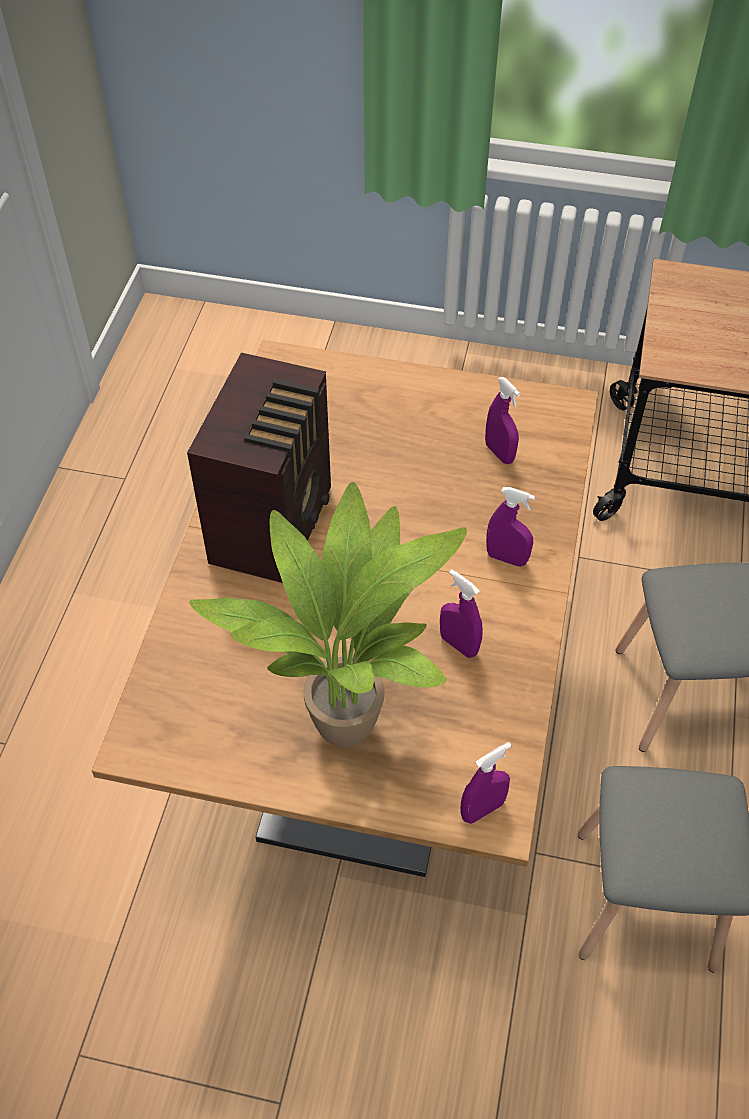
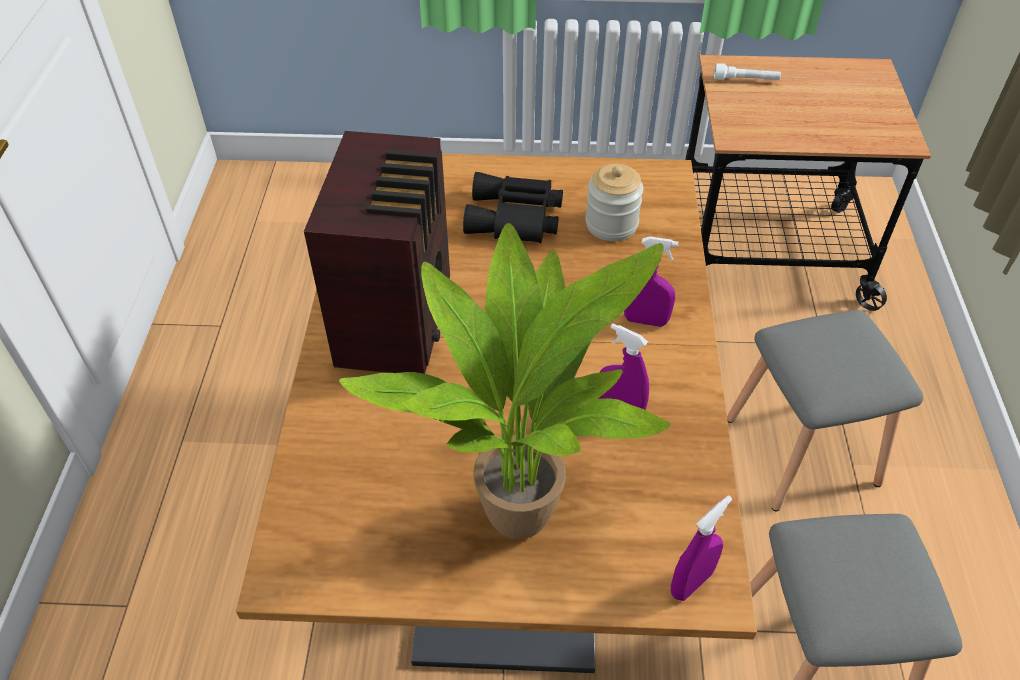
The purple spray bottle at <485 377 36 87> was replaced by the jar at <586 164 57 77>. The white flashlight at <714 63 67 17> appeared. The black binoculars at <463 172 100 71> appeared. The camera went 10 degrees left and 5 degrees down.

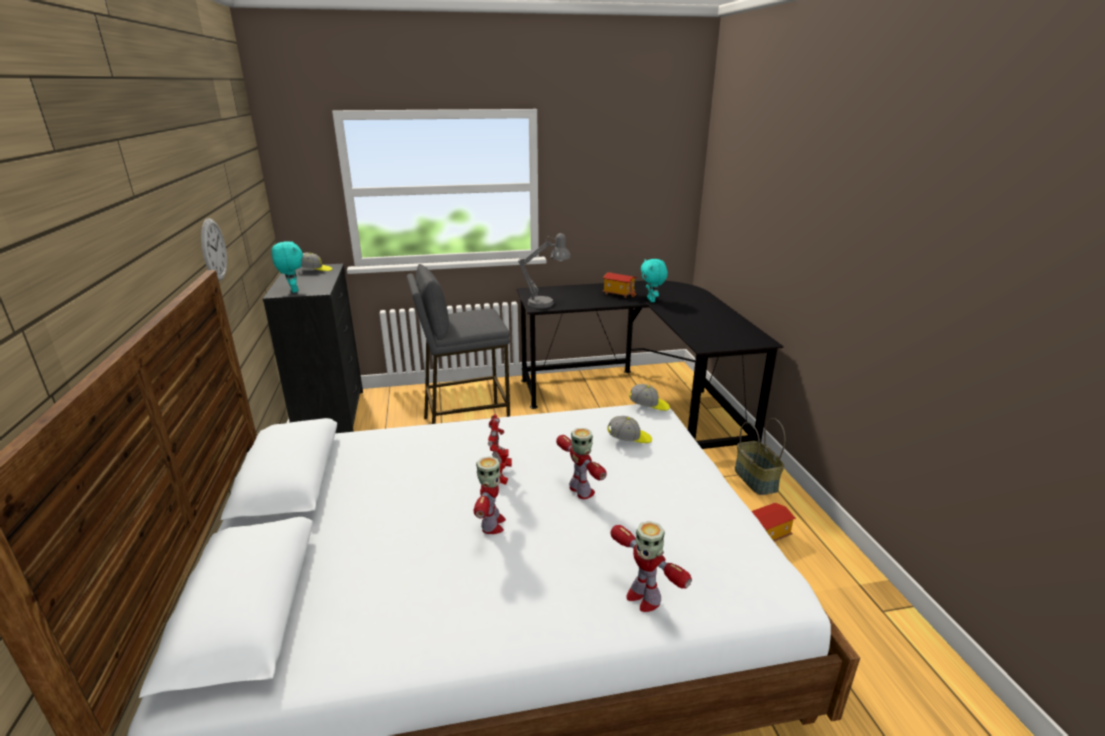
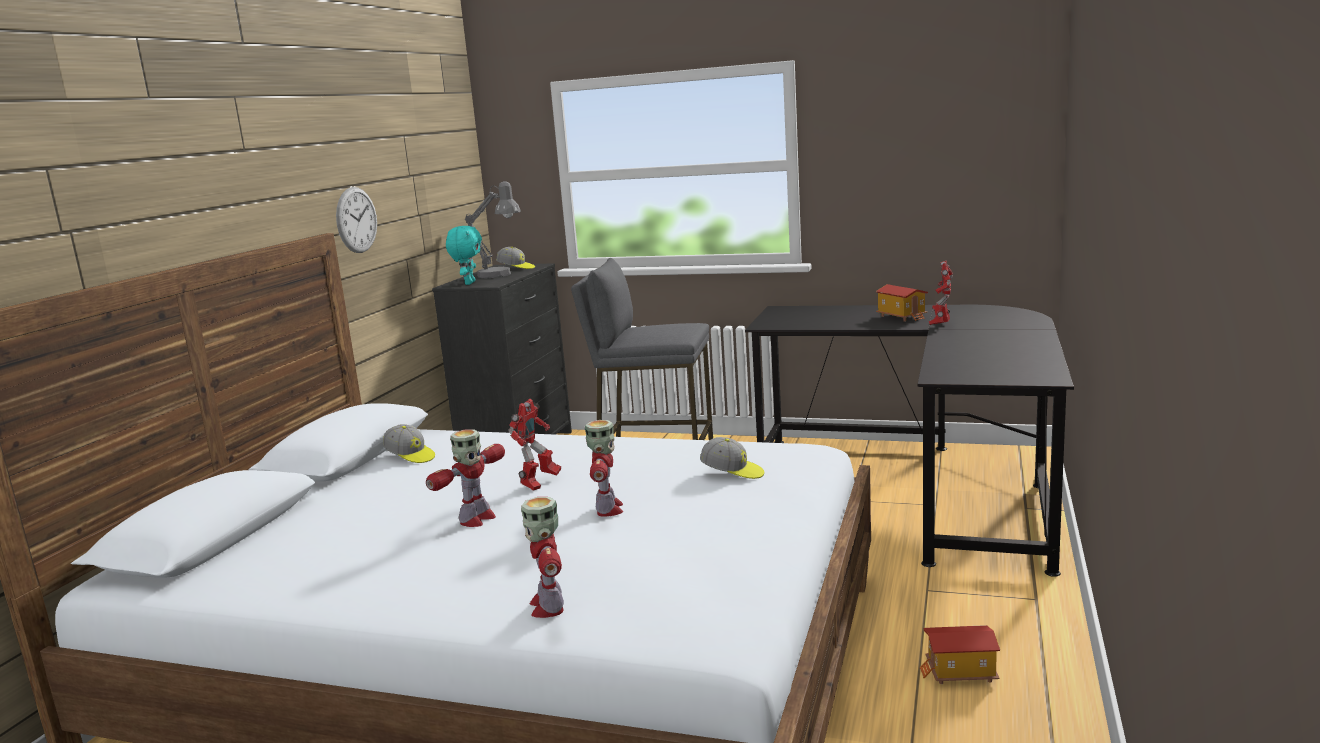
The grey table lamp moved from <518 233 53 76> to <465 181 56 97>. The turquoise plush toy at <641 259 27 43> was replaced by the toy robot at <929 261 24 64>. The cap moved from <629 384 41 27> to <383 424 52 39>. The basket at <735 418 50 77> disappeared. The camera went 30 degrees right and 10 degrees down.

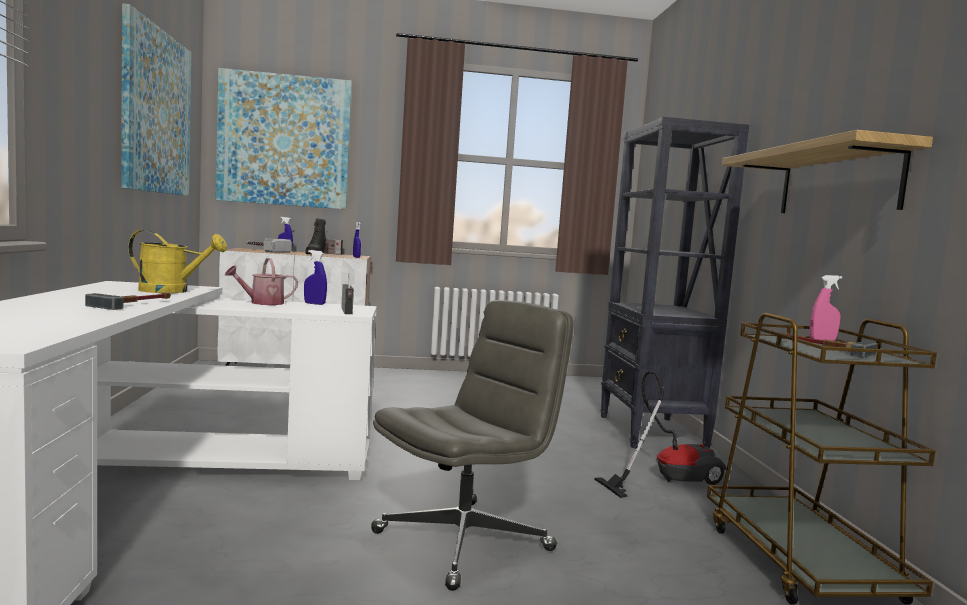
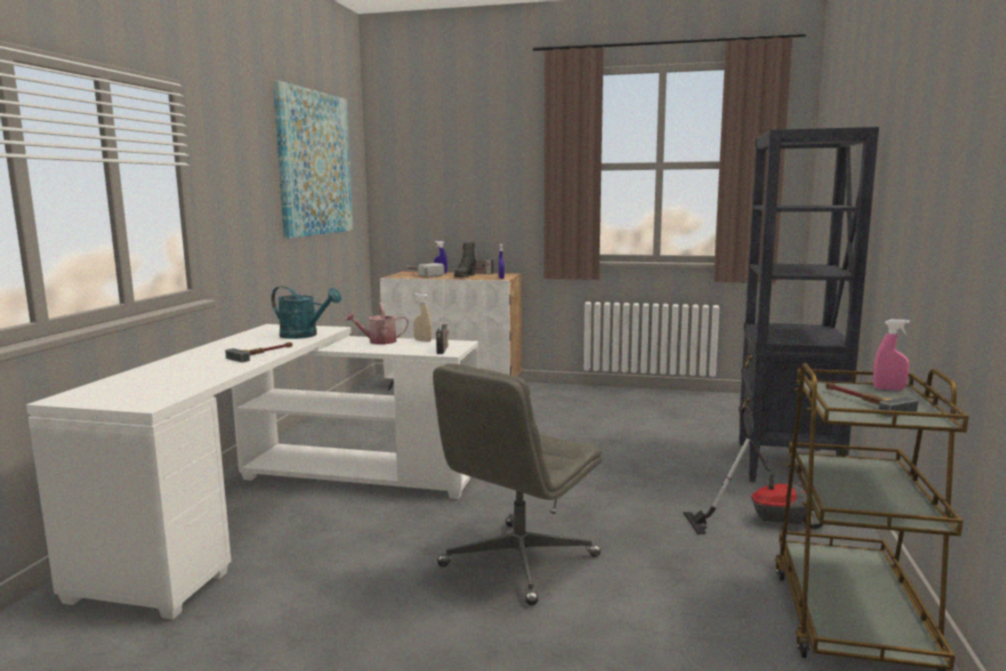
The picture at <215 68 137 141> disappeared. The shelf at <722 130 211 83> disappeared. The yellow watering can at <128 230 99 63> became the turquoise watering can at <271 286 71 53>. The blue spray bottle at <304 250 23 55> became the beige spray bottle at <414 293 18 49>. The grey office chair at <371 300 203 291> turned 150 degrees clockwise. The camera went 20 degrees right and 5 degrees up.

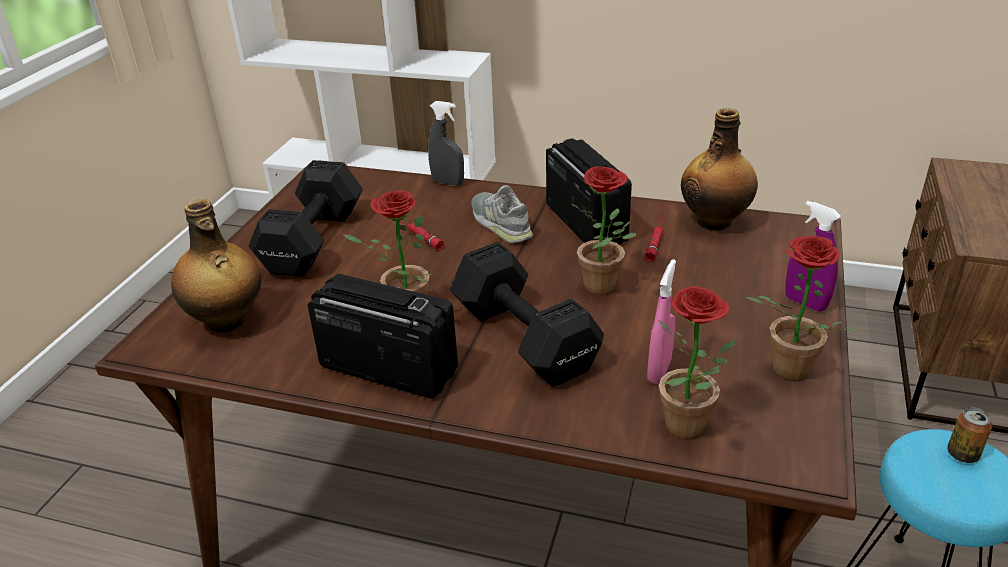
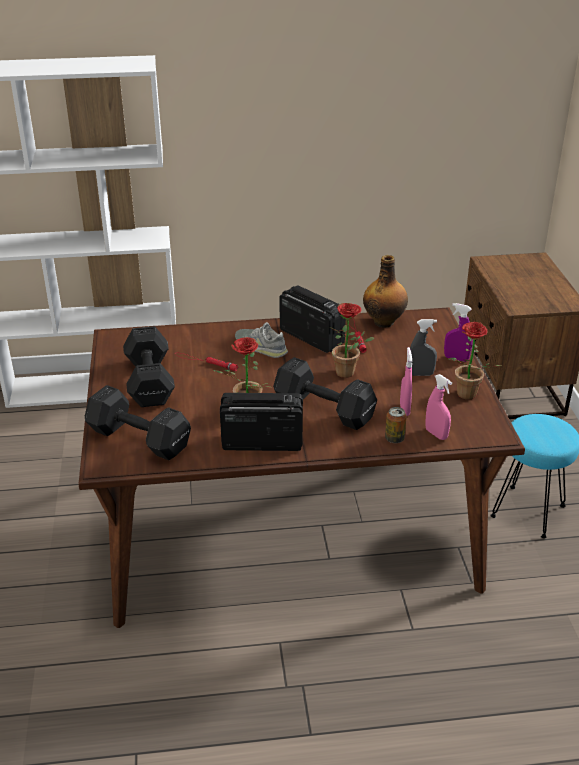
The grey spray bottle moved from <428 101 36 85> to <410 319 27 57>. The bottle at <171 199 90 133> was replaced by the black dumbbell at <85 385 106 75>. The potted plant at <659 286 77 154> was replaced by the pink spray bottle at <425 374 27 66>. The can moved from <947 407 45 56> to <385 407 22 36>. The camera went 25 degrees left and 0 degrees up.

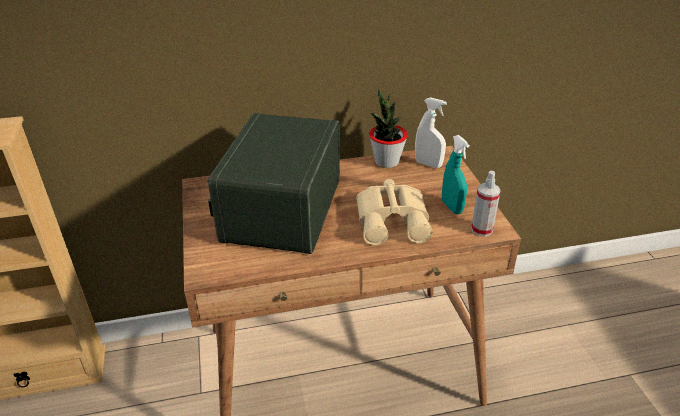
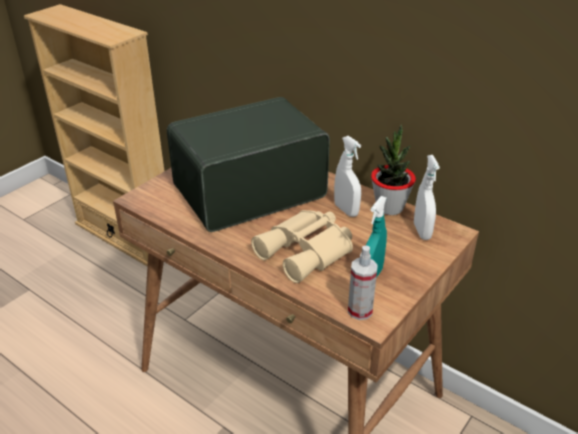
The white spray bottle at <334 136 27 81> appeared. The camera went 50 degrees right and 0 degrees up.

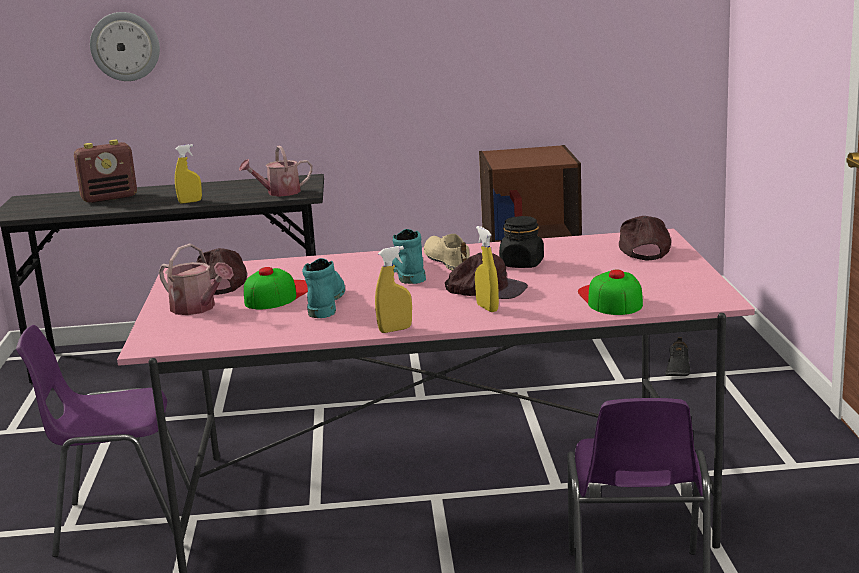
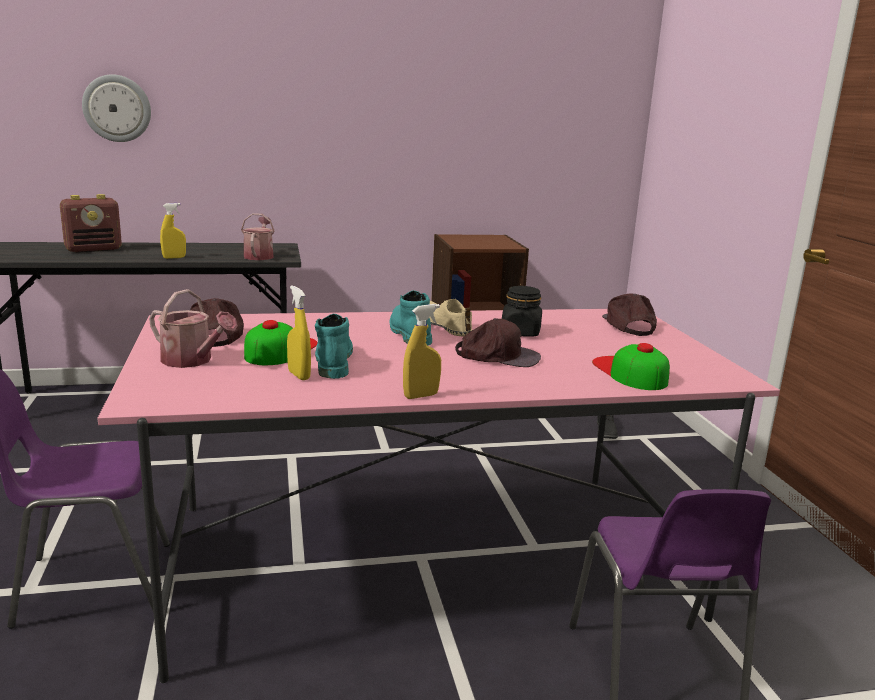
The watering can at <239 145 74 51> turned 120 degrees clockwise. The yellow spray bottle moved from <475 226 24 86> to <287 285 24 95>. The camera went 10 degrees left and 0 degrees up.

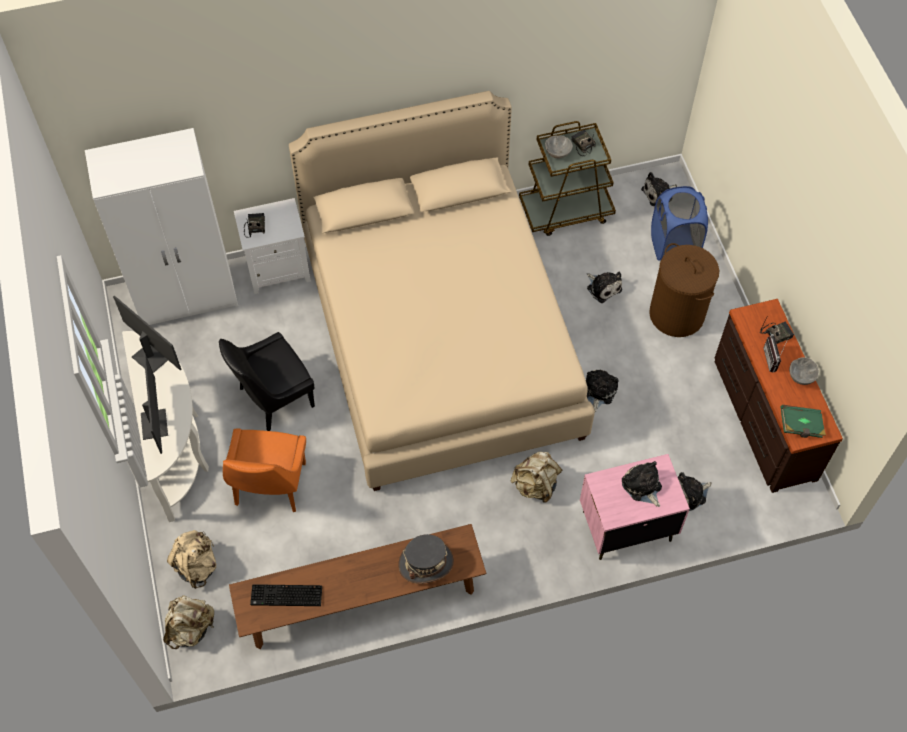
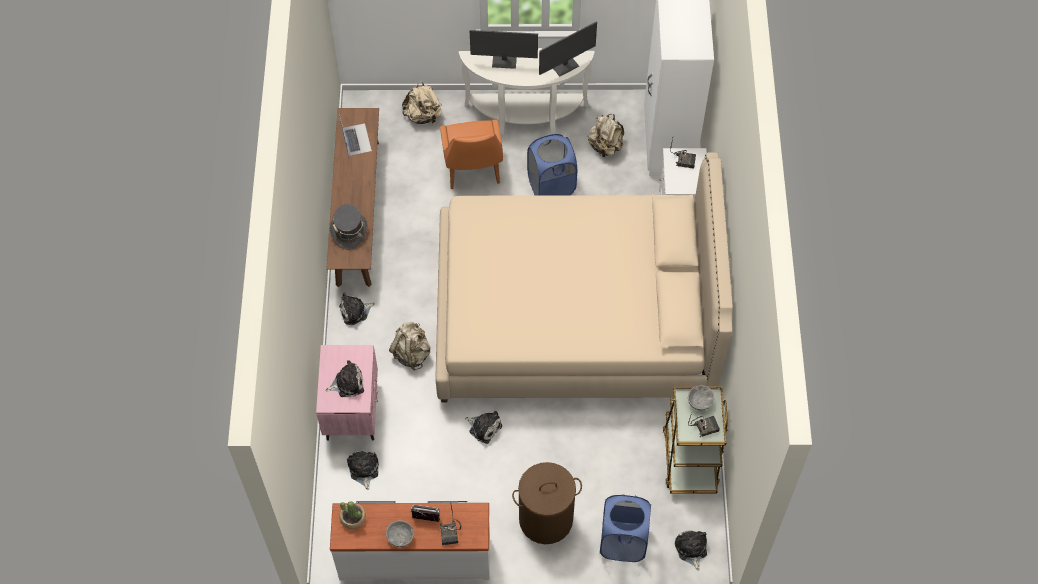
The plush toy moved from <587 272 35 31> to <339 292 36 33>. The brown dresser at <715 299 128 194> became the white dresser at <330 501 160 79>. The black chair at <219 332 96 99> was replaced by the blue laundry basket at <527 134 50 61>. The green book at <780 405 46 33> was replaced by the potted plant at <340 501 26 28>. The orange chair at <223 428 83 84> turned 120 degrees counterclockwise. The keyboard at <250 584 72 22> was replaced by the laptop at <340 118 32 38>. The beige backpack moved from <163 595 52 54> to <588 114 36 43>. The camera went 105 degrees right and 0 degrees up.

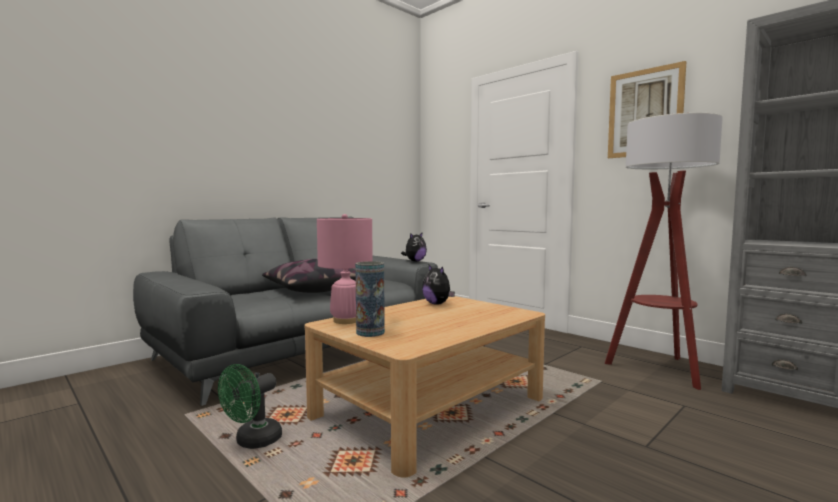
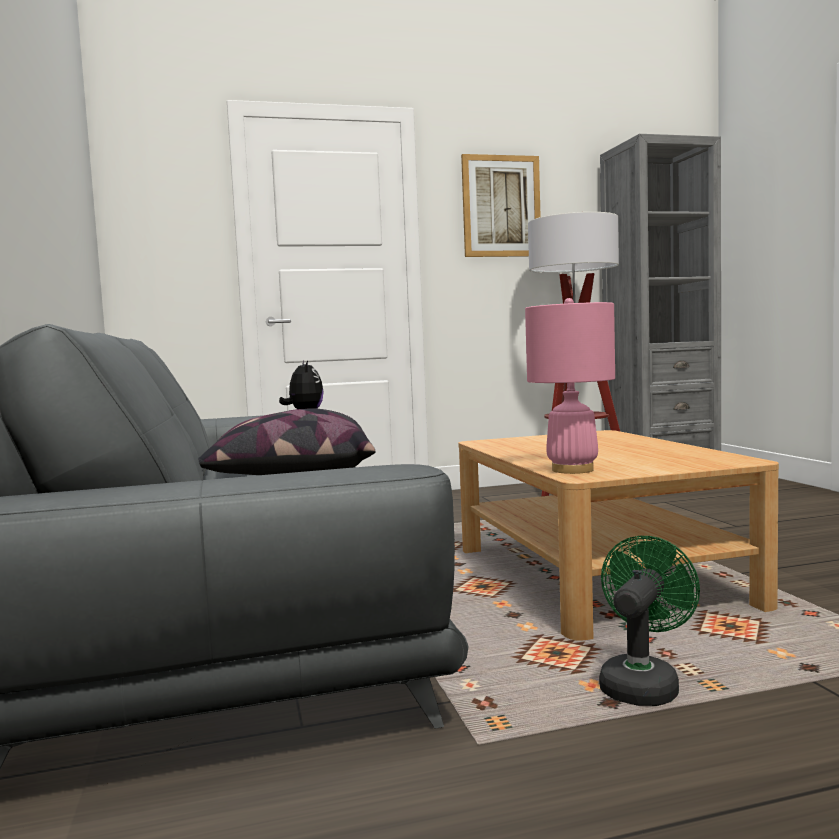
The vase at <355 261 30 76> disappeared. The plush toy at <422 264 33 41> disappeared. The green fan at <218 364 64 85> turned 120 degrees counterclockwise. The camera went 60 degrees left and 0 degrees up.

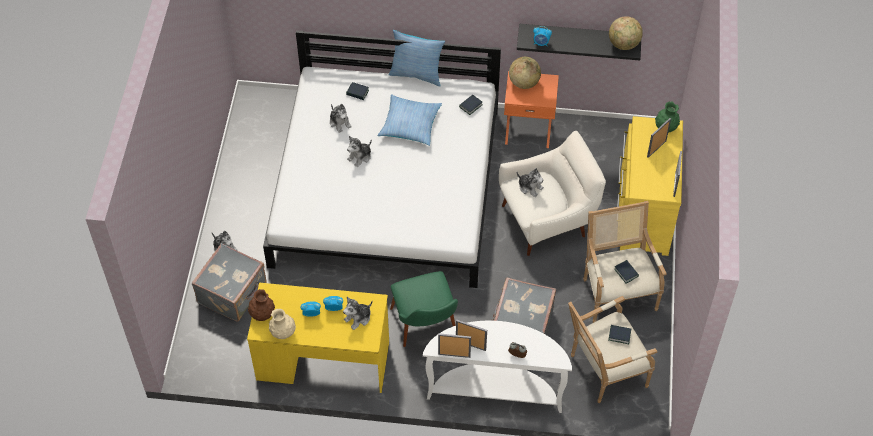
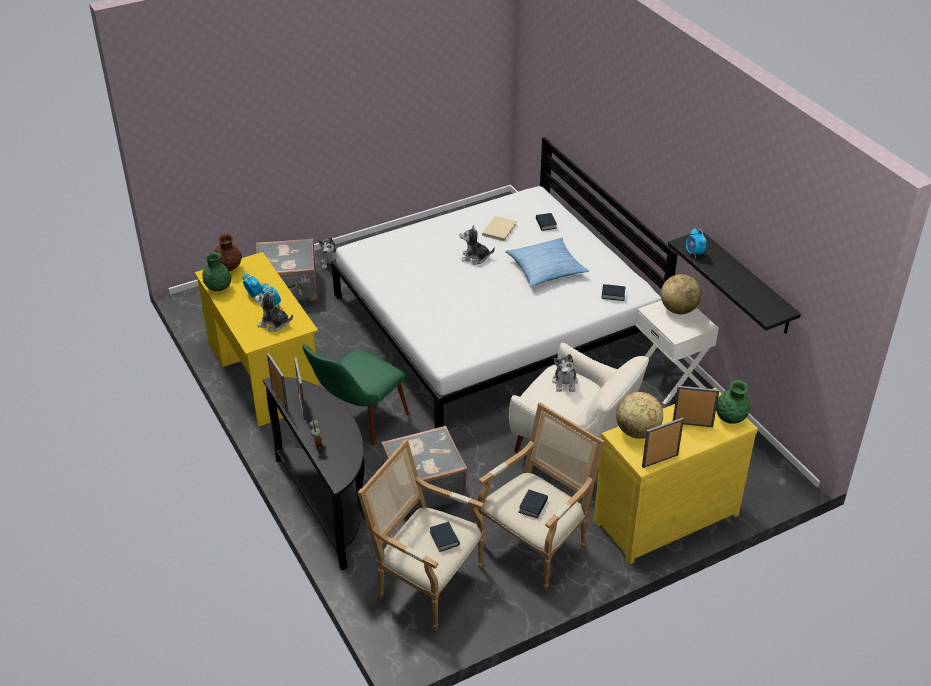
The globe moved from <609 16 34 34> to <616 392 47 47>. The pillow at <389 30 56 57> disappeared. The orange nightstand at <504 71 55 77> became the white nightstand at <636 300 83 105>. The plush toy at <330 104 22 29> was replaced by the beige book at <482 216 35 25>. The beige vase at <269 309 27 30> became the green vase at <202 252 29 39>. The white console table at <423 321 149 92> became the black console table at <263 377 102 193>. The camera went 55 degrees right and 15 degrees down.

